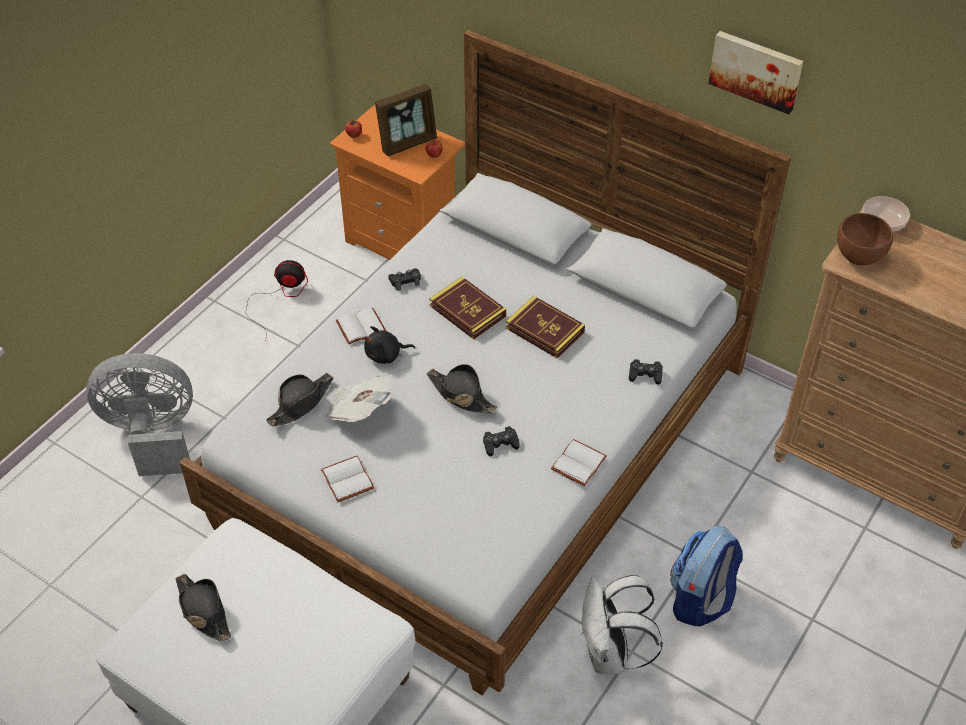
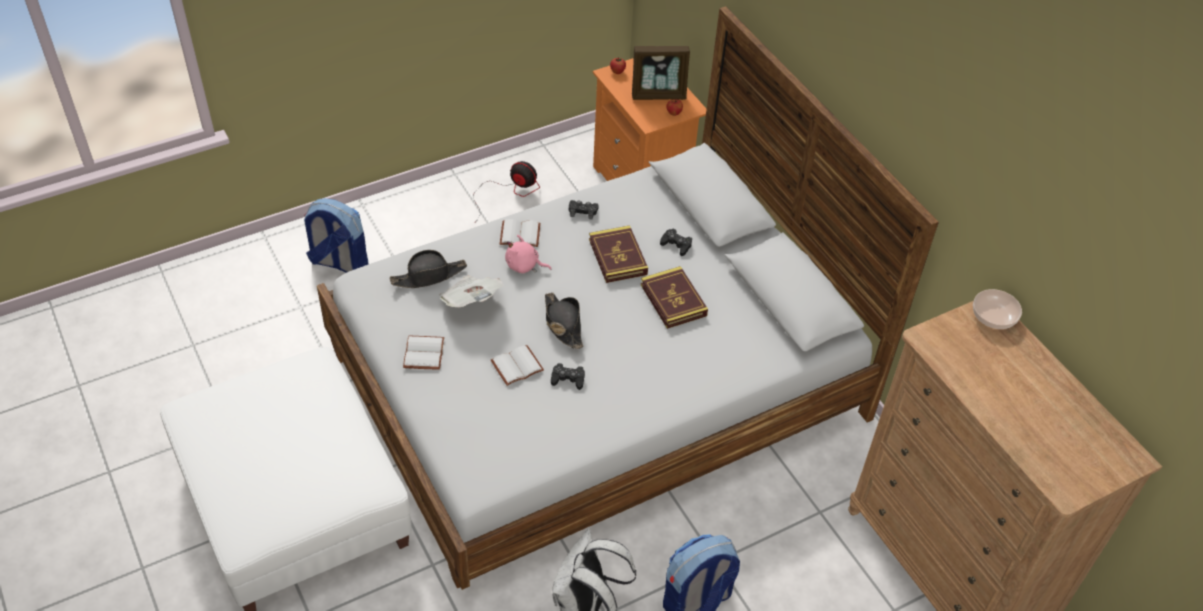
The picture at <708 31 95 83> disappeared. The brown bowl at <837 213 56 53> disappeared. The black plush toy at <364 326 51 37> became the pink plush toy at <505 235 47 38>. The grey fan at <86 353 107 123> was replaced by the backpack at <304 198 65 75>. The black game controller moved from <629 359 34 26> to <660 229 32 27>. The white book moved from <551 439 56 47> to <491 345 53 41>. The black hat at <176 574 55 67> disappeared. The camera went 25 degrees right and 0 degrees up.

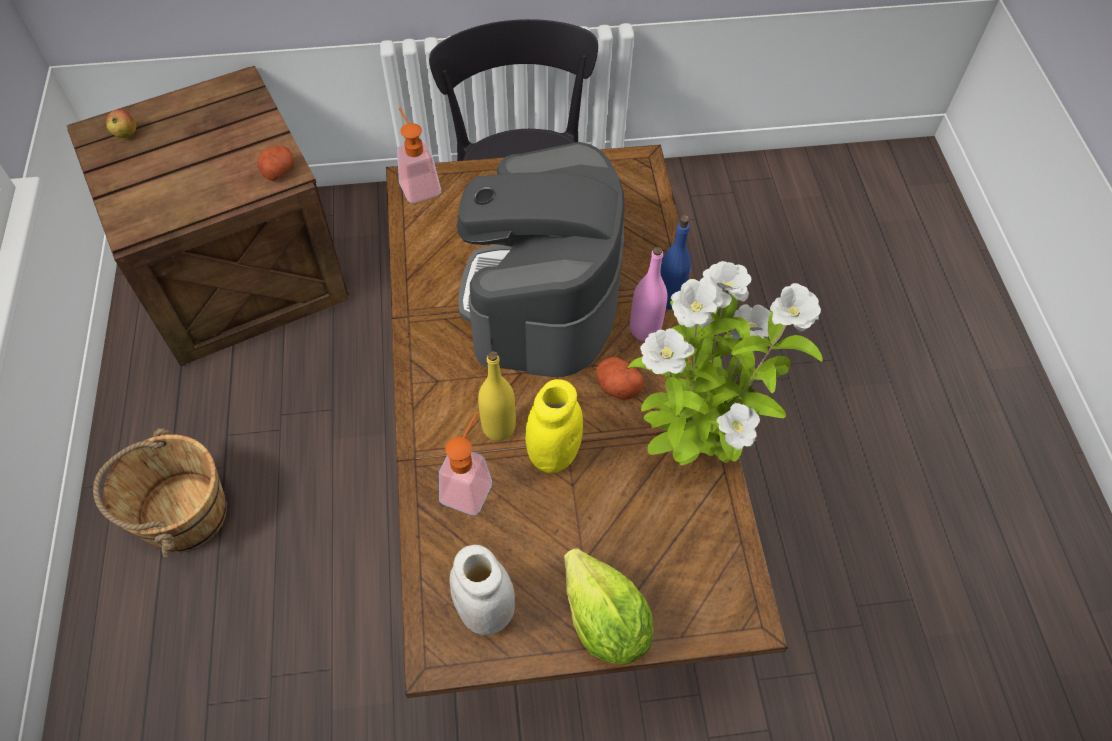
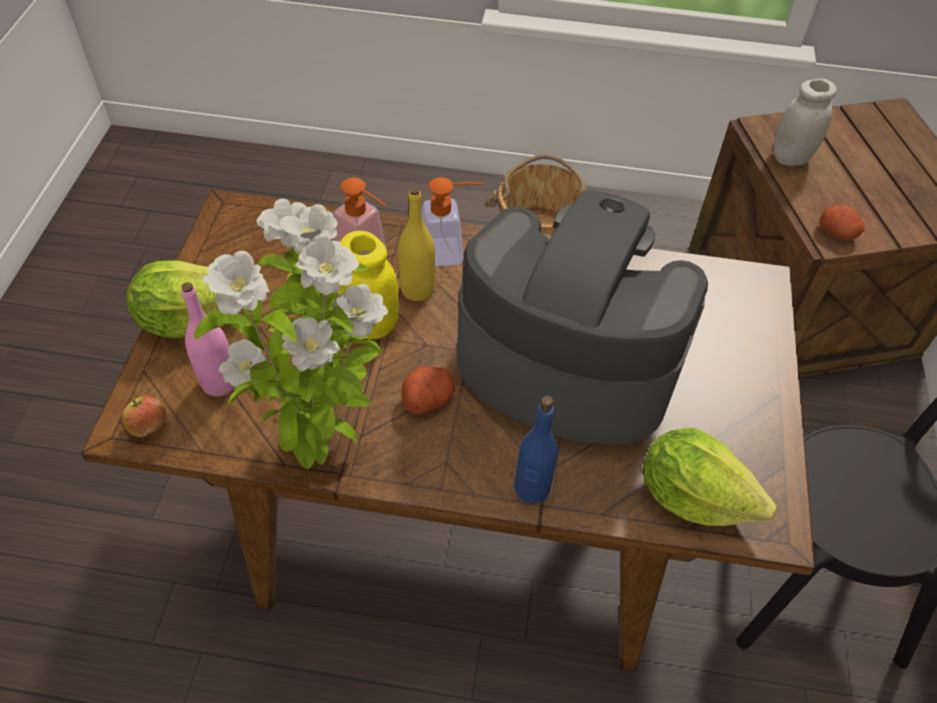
The soap dispenser moved from <397 108 44 95> to <422 177 61 90>. The apple moved from <106 109 30 29> to <122 395 45 42>. The pink bottle moved from <630 247 37 94> to <181 282 54 114>. The white jar moved from <450 545 65 90> to <774 79 63 87>. The lettuce at <643 427 134 99> appeared. The camera went 105 degrees right and 5 degrees down.

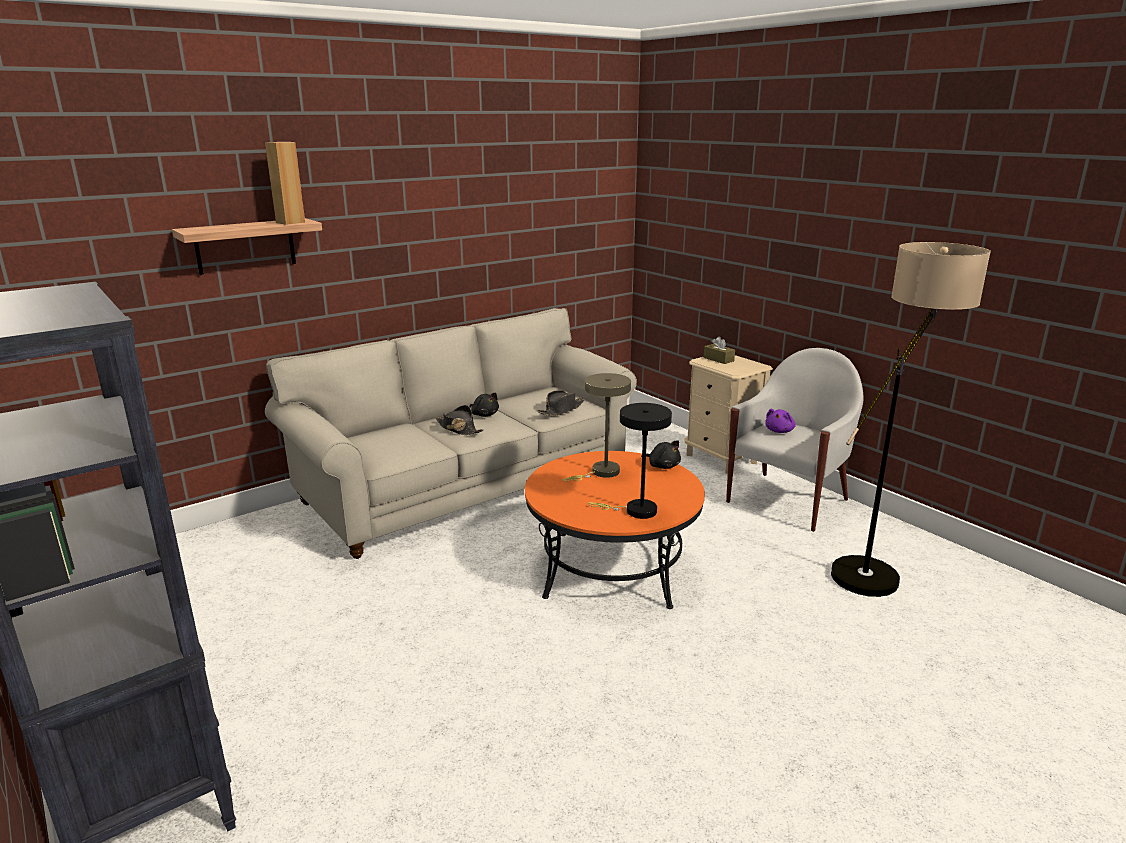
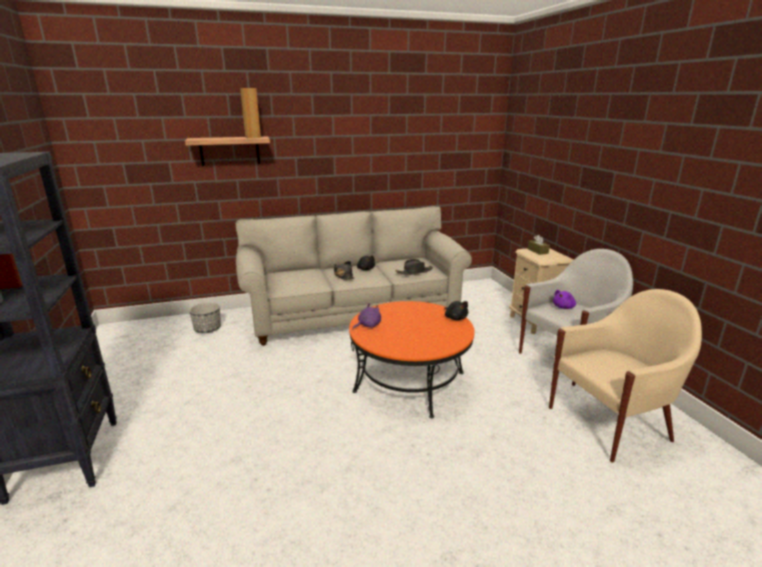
The floor lamp at <831 242 160 355> was replaced by the beige armchair at <549 289 153 174>. The beige table lamp at <562 373 69 109> disappeared. The black table lamp at <588 403 84 116> disappeared. The planter at <189 302 32 31> appeared. The purple plush toy at <352 303 29 26> appeared. The camera went 20 degrees right and 0 degrees up.

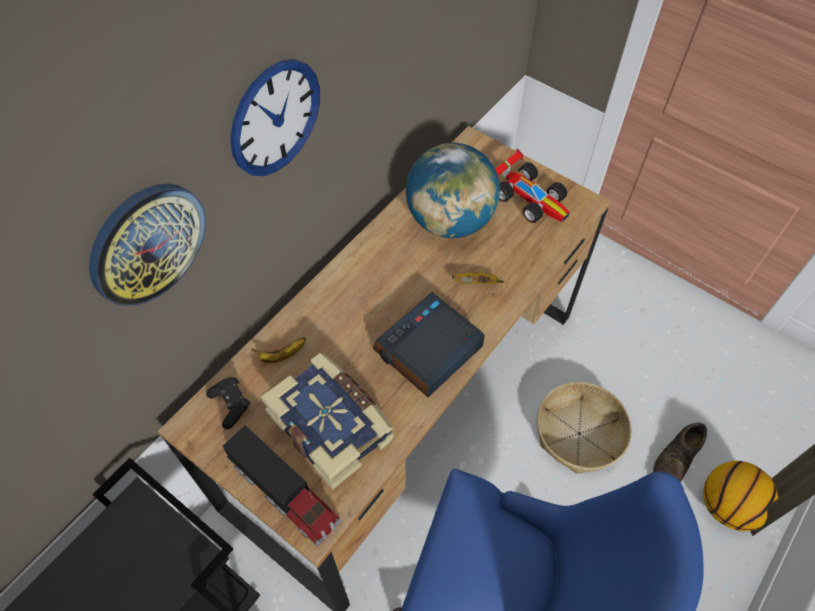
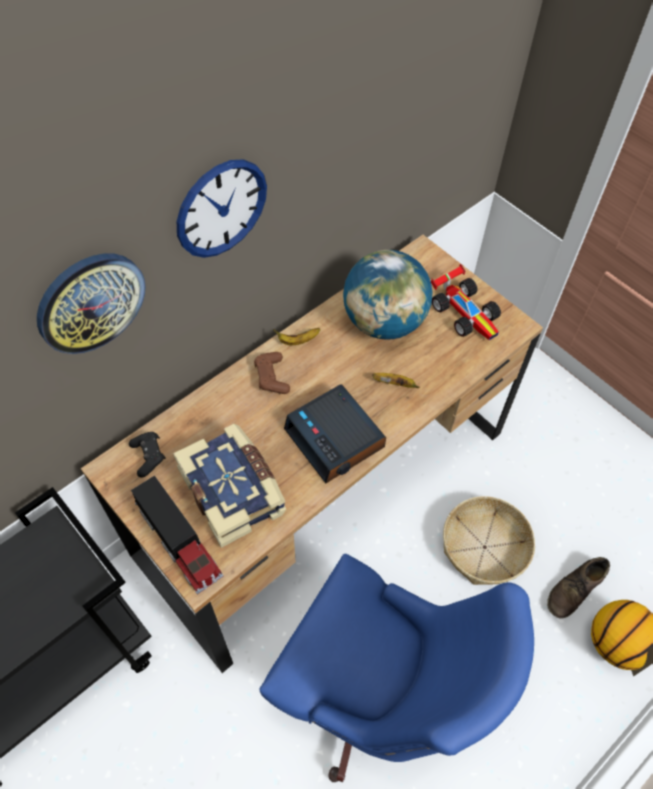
The alarm clock at <373 292 112 105> turned 90 degrees counterclockwise. The banana moved from <251 337 55 26> to <273 328 47 17>. The brown game controller at <254 352 36 42> appeared. The camera went 10 degrees right and 0 degrees up.

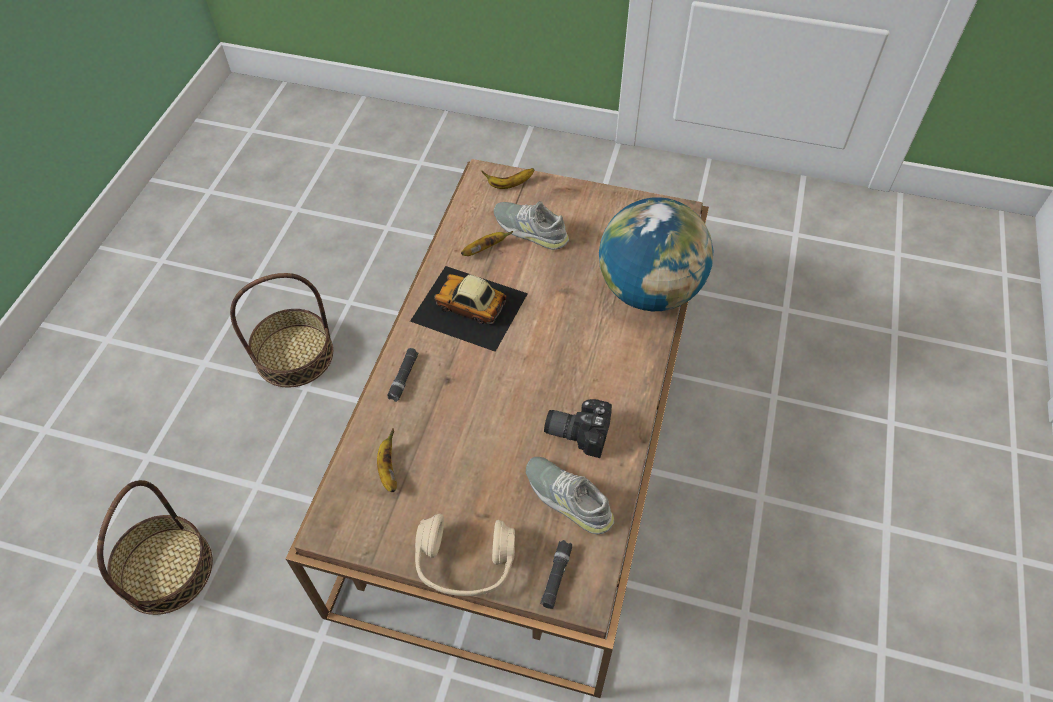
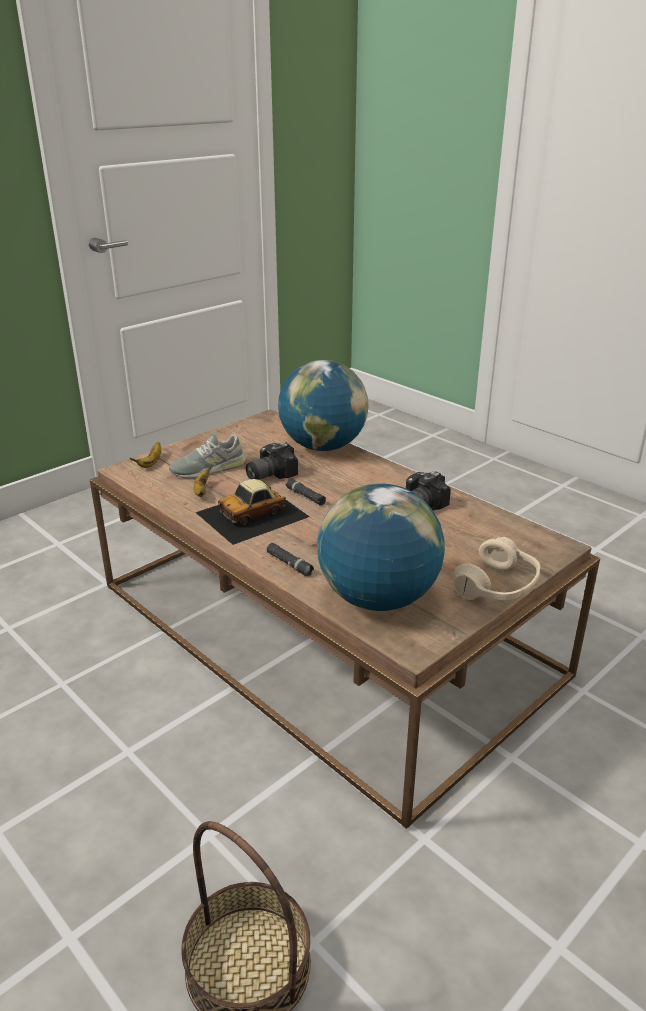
The basket at <230 273 103 114> disappeared. The banana at <377 428 20 64> was replaced by the globe at <317 484 128 127>. The grey shoe at <526 457 88 77> disappeared. The black flashlight moved from <540 540 32 69> to <286 479 40 27>. The photo camera at <246 442 52 38> appeared. The camera went 60 degrees left and 25 degrees down.

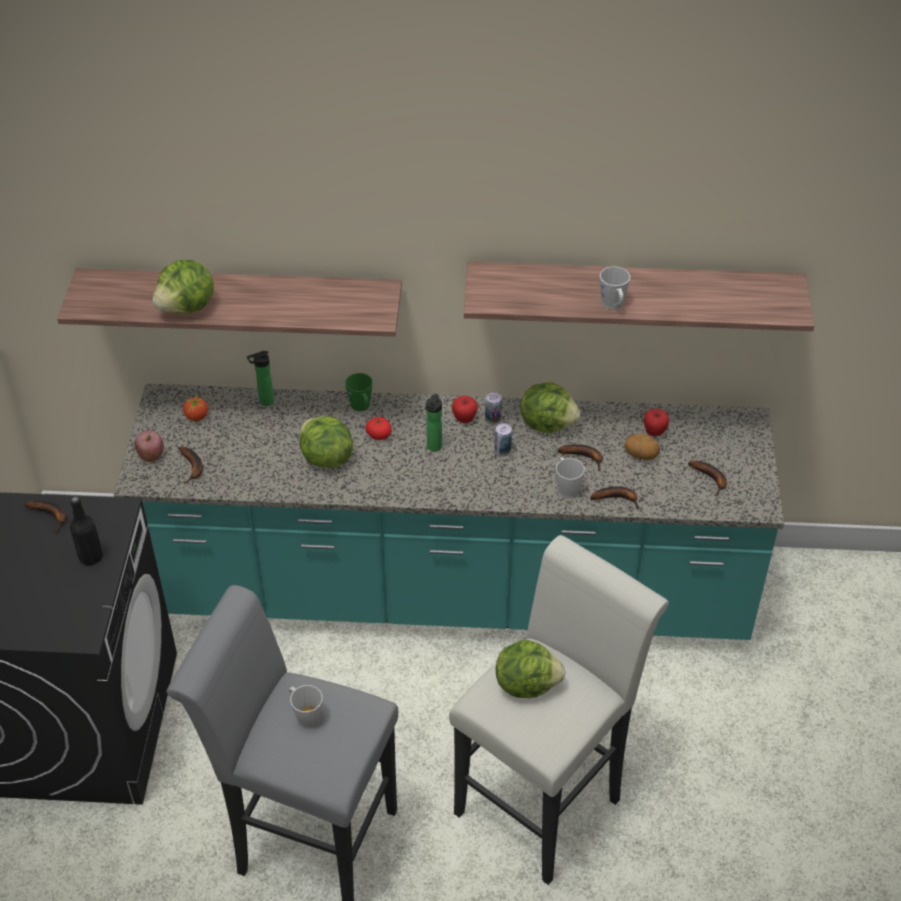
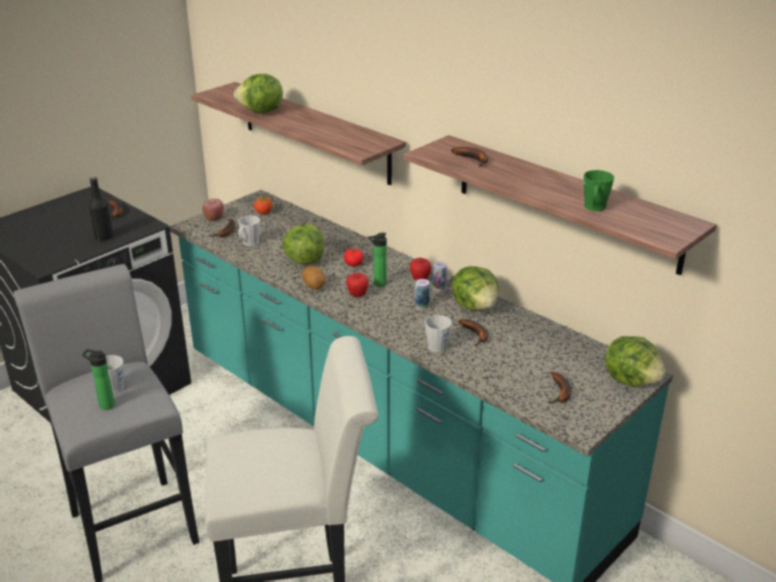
The grey mug moved from <600 266 30 44> to <238 215 22 31>. The bottle moved from <247 351 27 55> to <82 349 33 61>. The green mug moved from <345 373 28 38> to <584 170 30 41>. The apple moved from <644 408 25 28> to <346 273 23 24>. The potato moved from <624 434 36 26> to <302 266 23 24>. The banana moved from <590 486 49 24> to <451 147 37 20>. The lettuce moved from <495 639 71 59> to <605 336 61 50>. The camera went 40 degrees right and 15 degrees down.

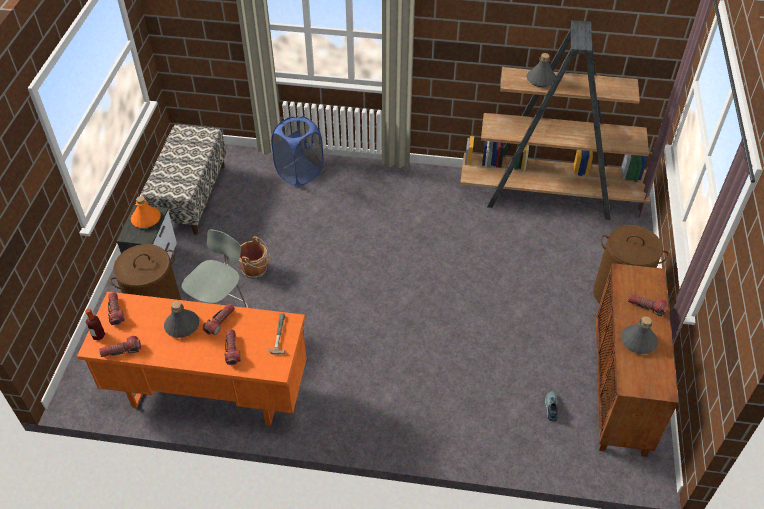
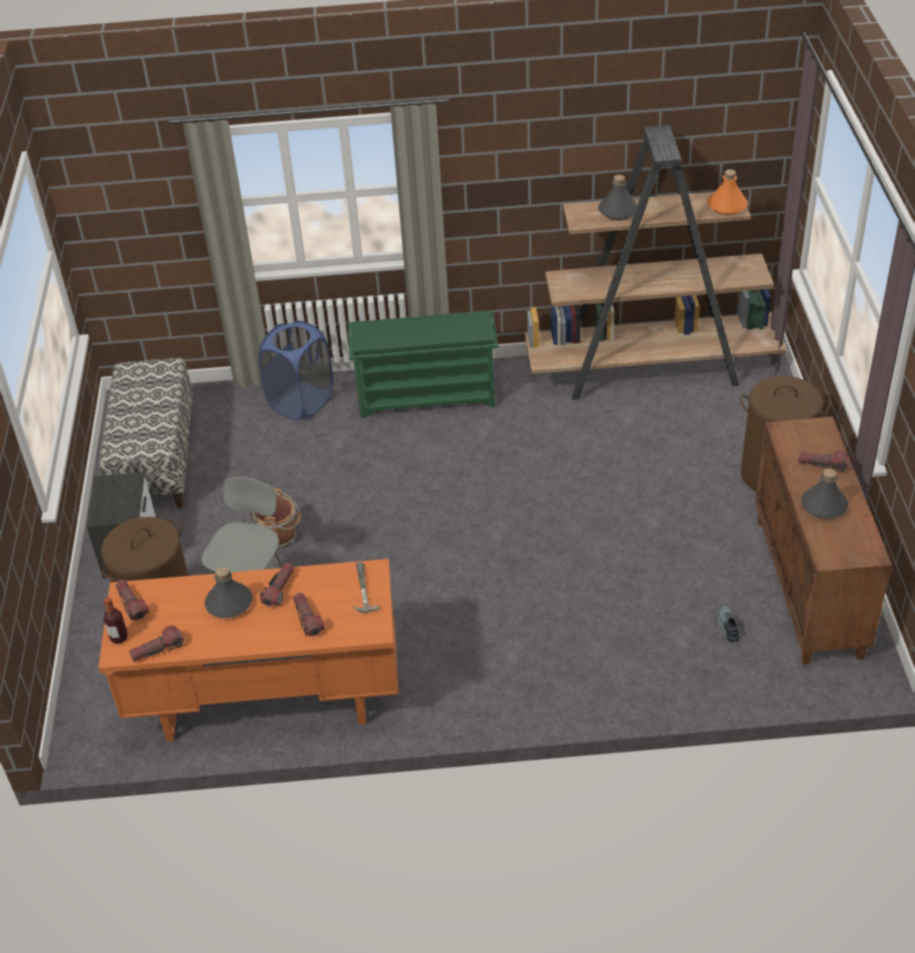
The orange bottle moved from <131 196 30 32> to <707 169 41 46>. The green shoe rack at <348 311 150 107> appeared. The camera went 10 degrees left and 5 degrees down.

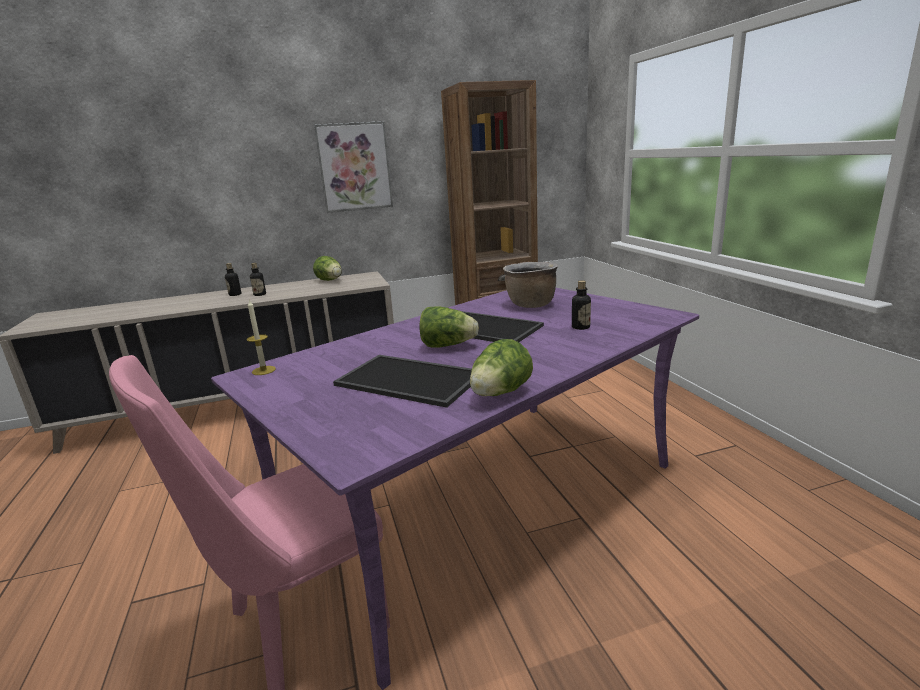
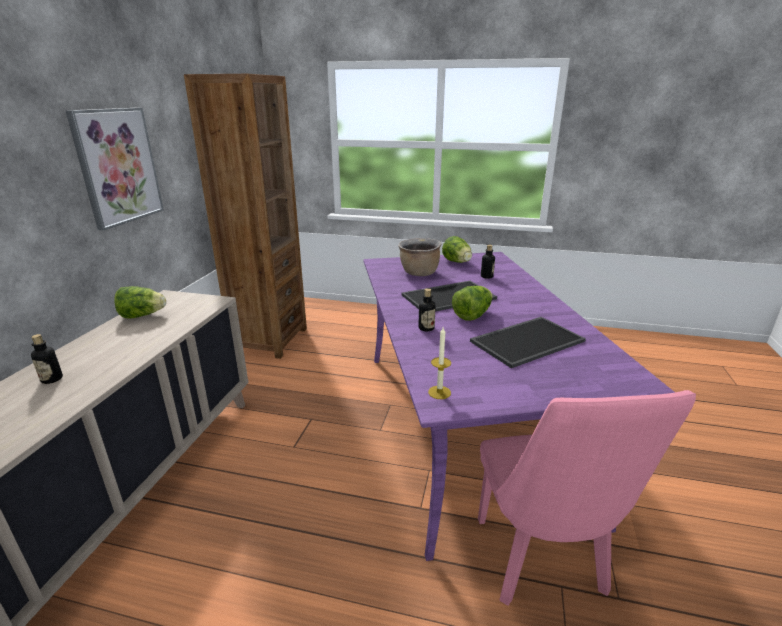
The bottle moved from <250 263 16 33> to <418 288 18 43>. The lettuce moved from <470 339 63 57> to <442 236 30 27>. The camera went 60 degrees left and 5 degrees up.

